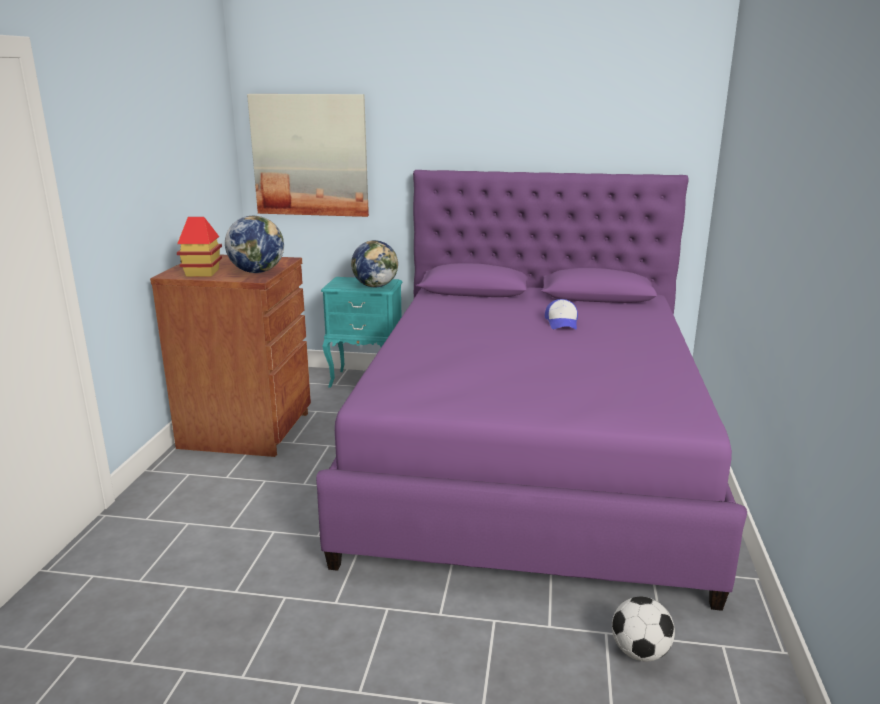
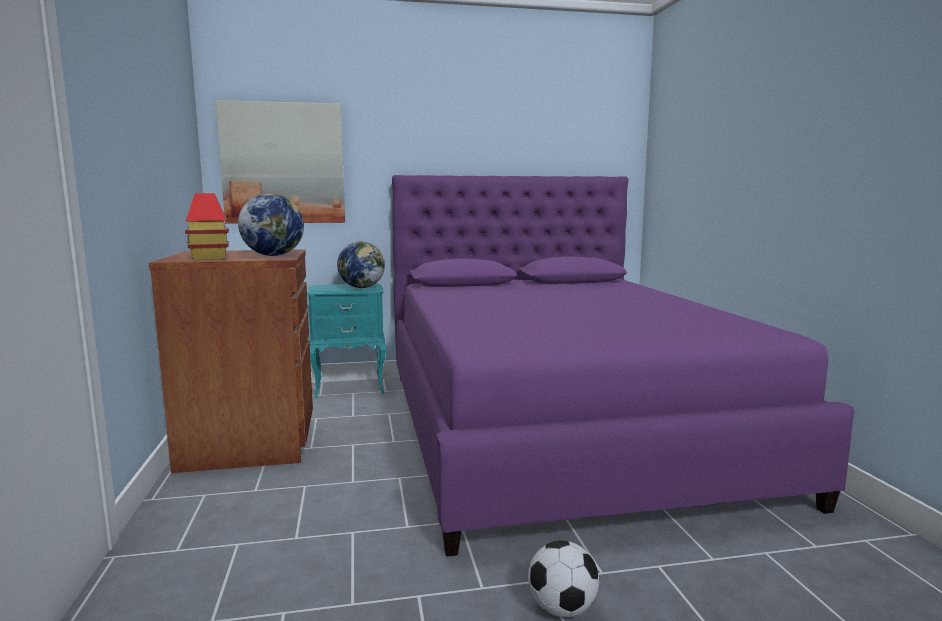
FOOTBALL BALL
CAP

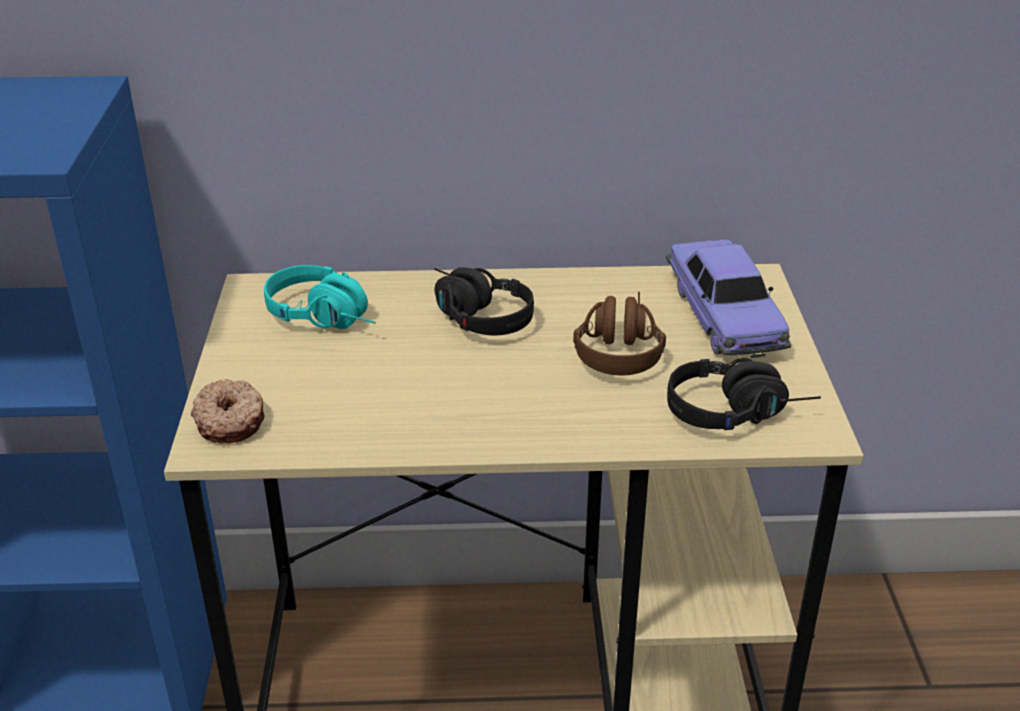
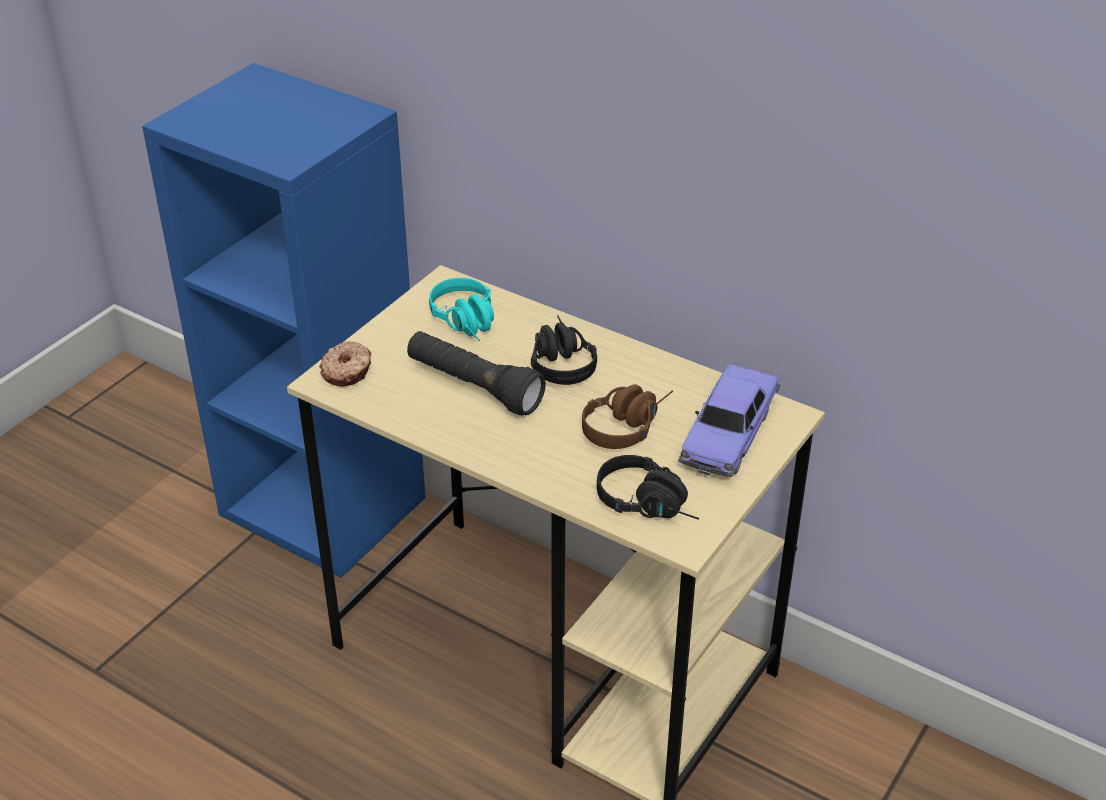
BLACK-COLOURED FLASHLIGHT

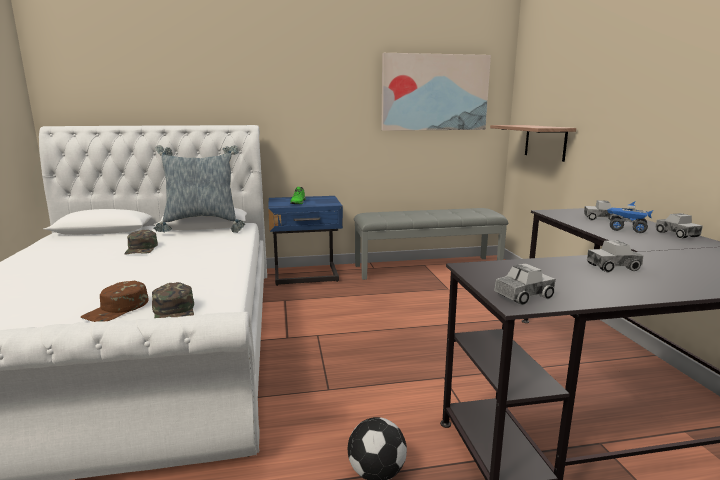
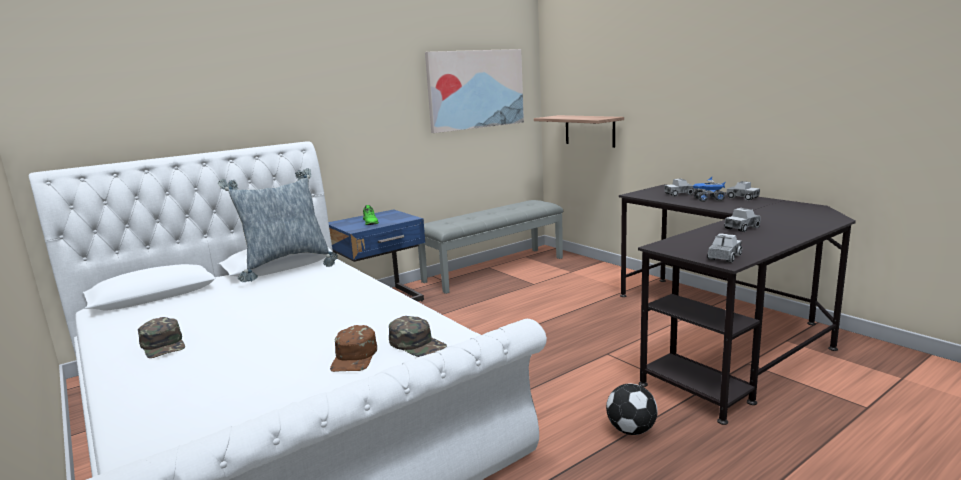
GREENISH CAP (1st from left)

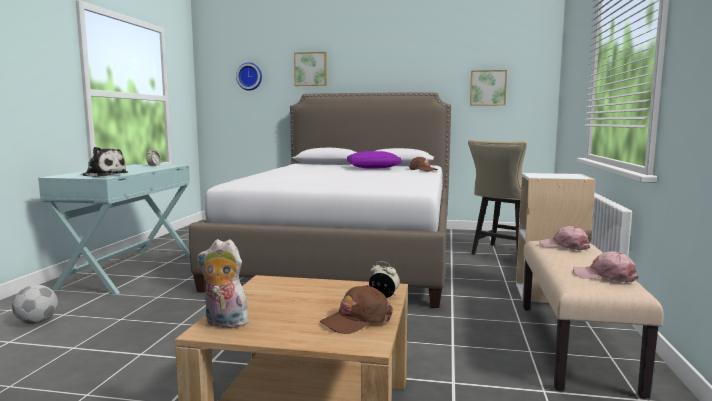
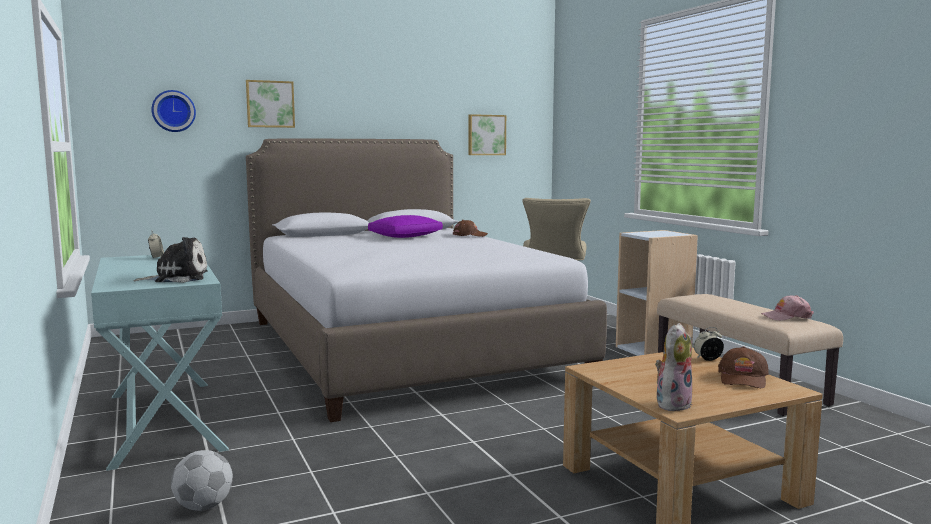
PLUSH TOY (2nd from left)
PINKISH CAP (1st from left in the first image)

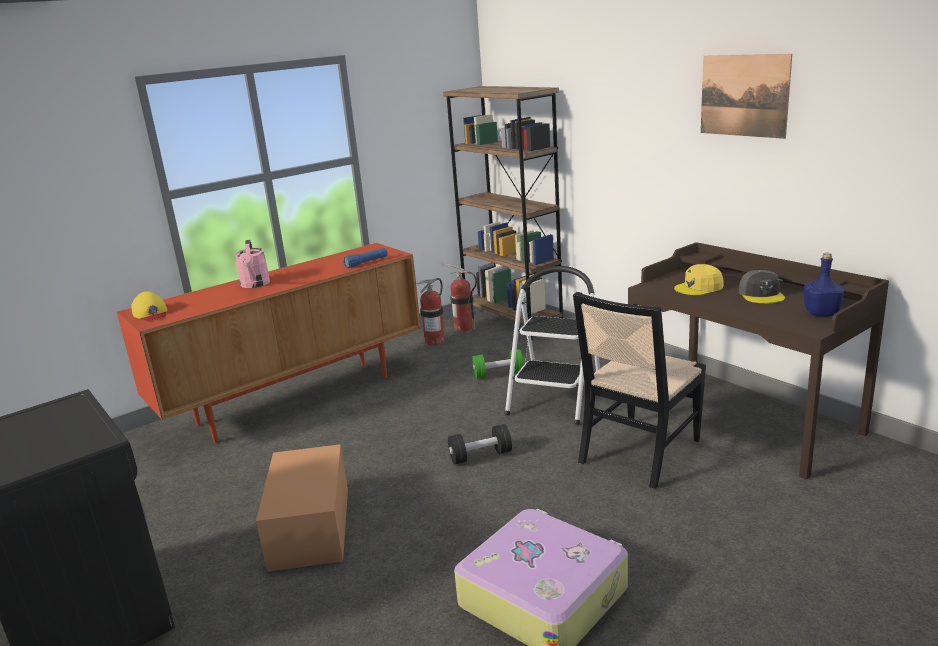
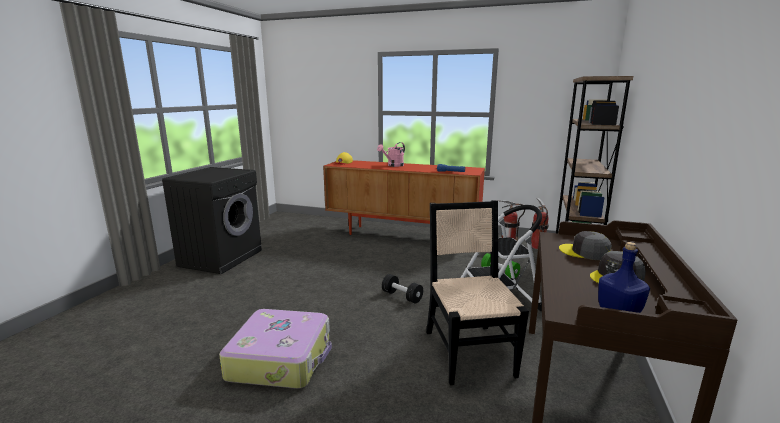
PLAIN CHAIR
GREYISH CAP (1st from left)
CARTON
WALL PICTURE

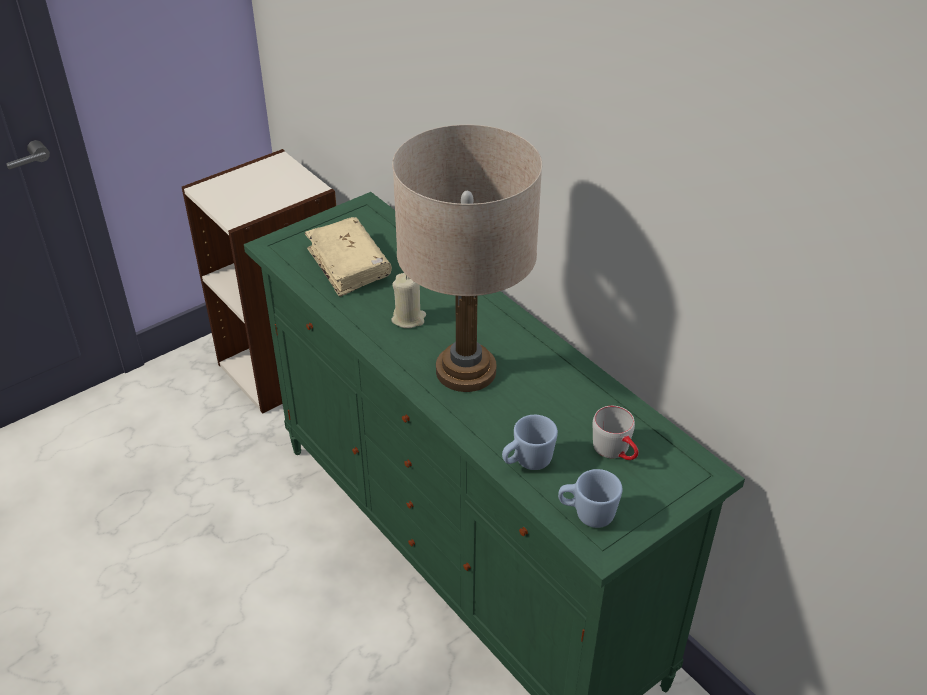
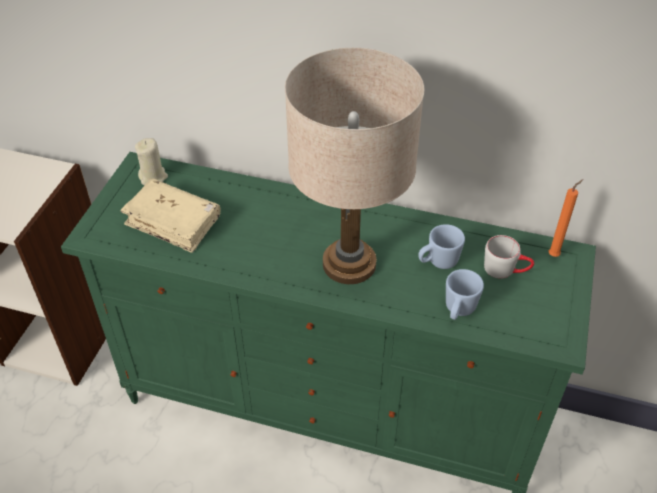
SAND-COLOURED WAX CANDLE
BLUE-COLOURED MUG (1st from left)
ORANGEY WAX CANDLE

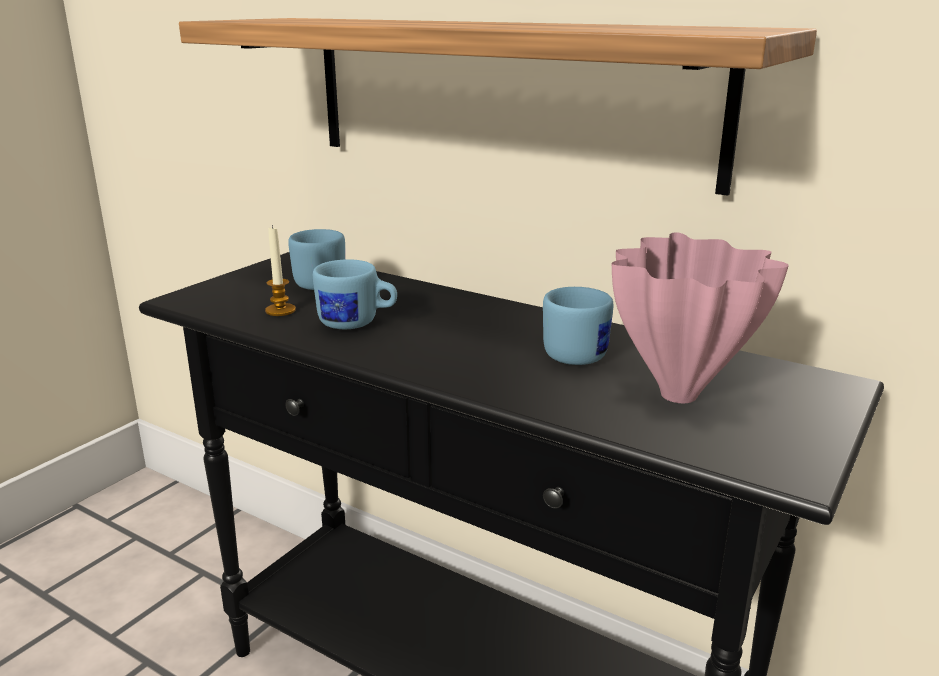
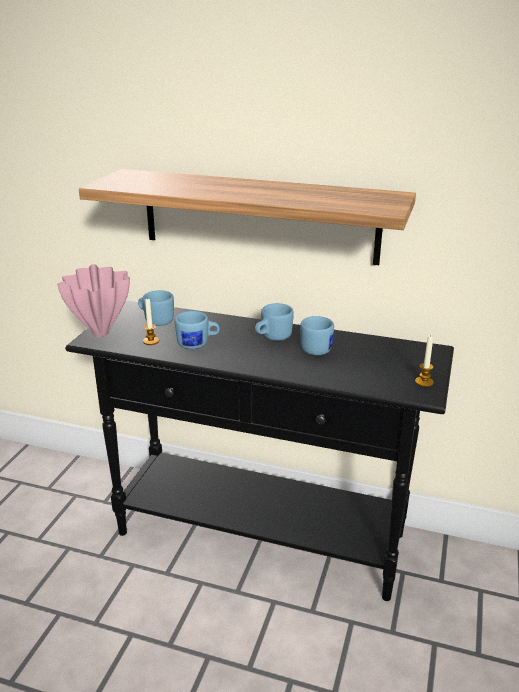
PINKISH DECORATIVE VASE
BLUE-COLOURED MUG (3rd from left)
WAX CANDLE (2nd from left)

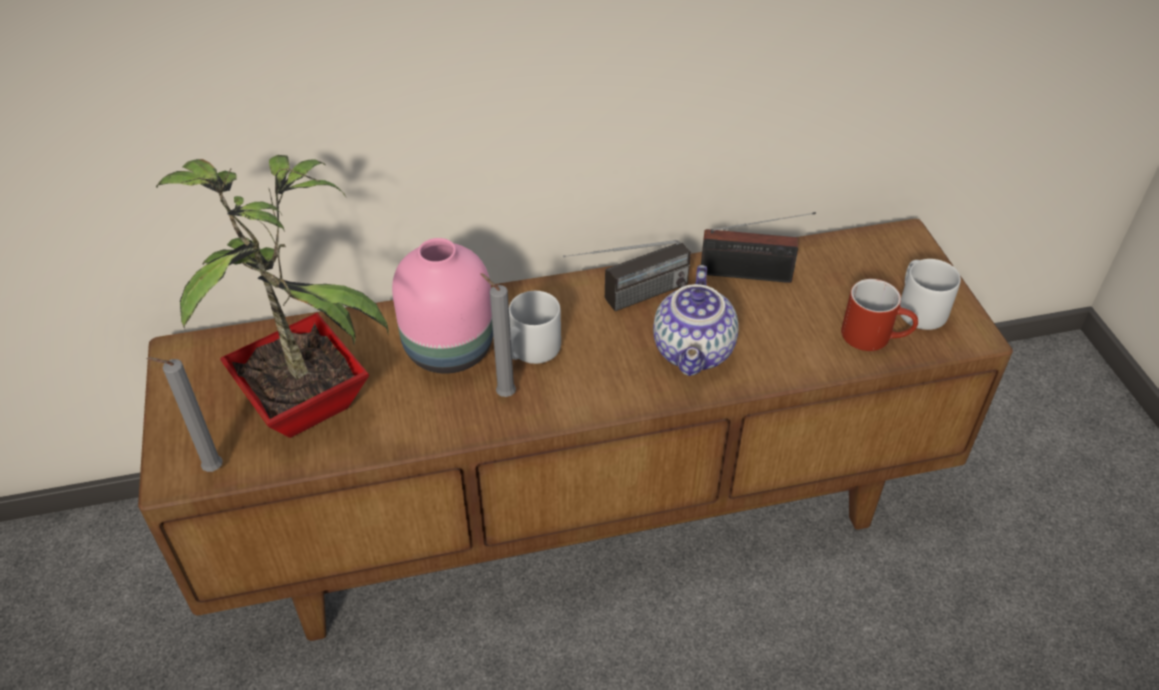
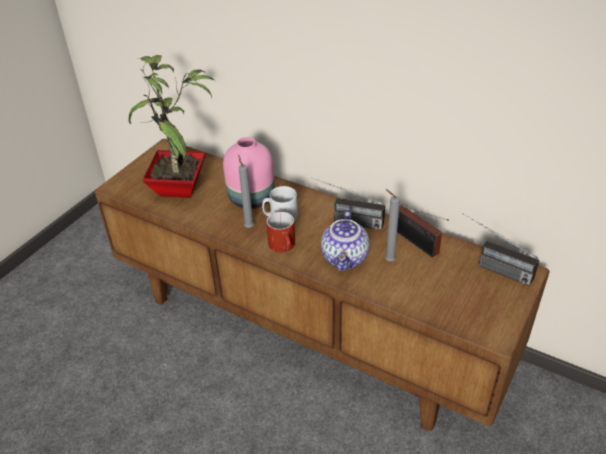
RED-COLOURED MUG
TEAPOT
GREYISH WAX CANDLE (2nd from left)
RADIO RECEIVER (3rd from left)
GREYISH MUG (2nd from left in the first image)

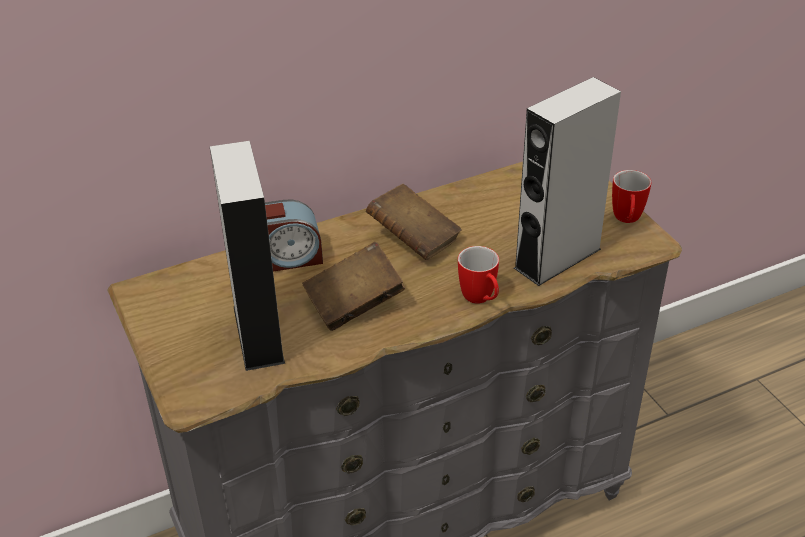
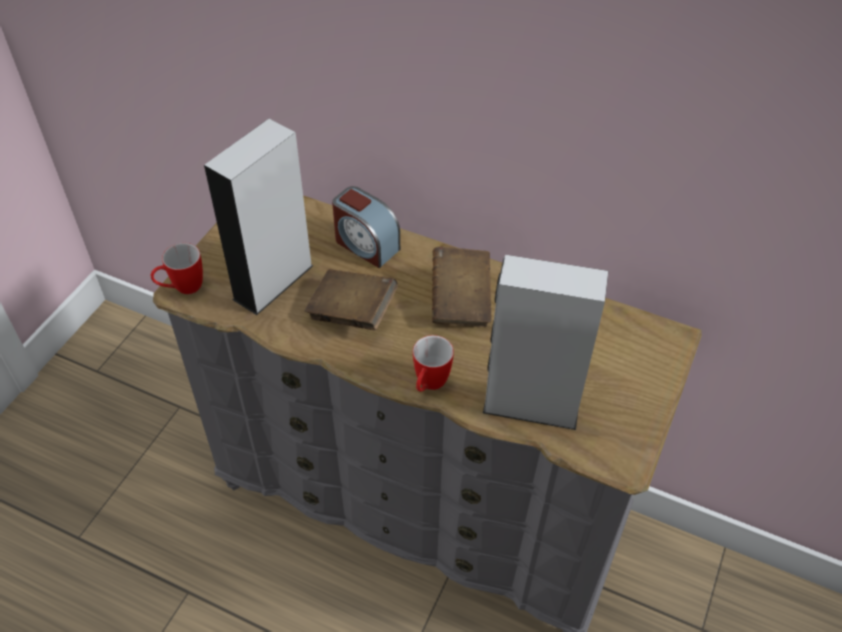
MUG (1st from left)

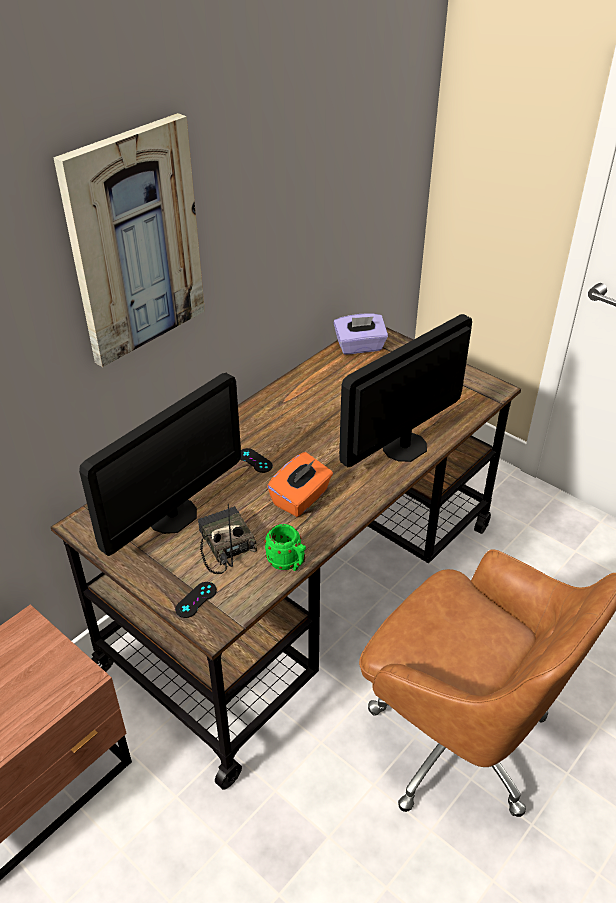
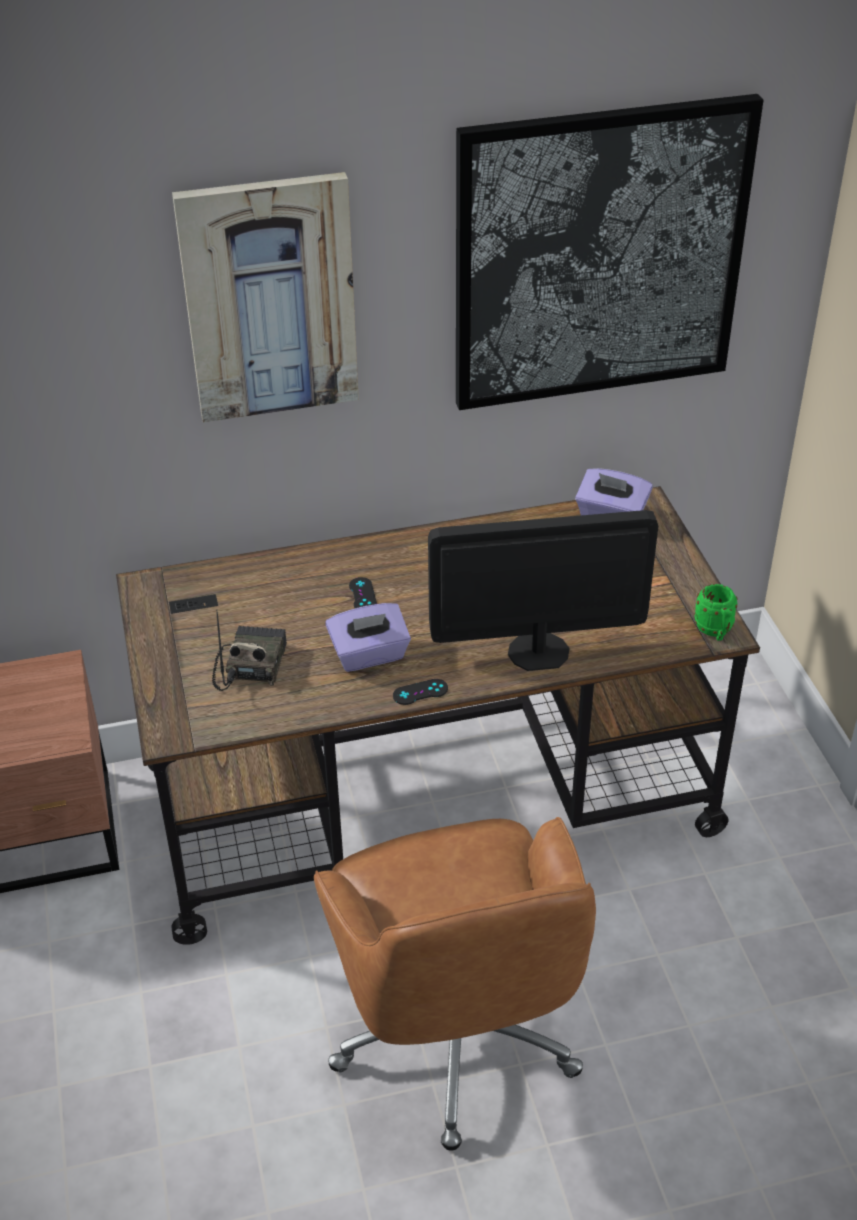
PURPLE-COLOURED TISSUE HOLDER (1st from left)
BLACK-COLOURED JOYPAD (2nd from left)
WALL PICTURE (2nd from left)
GREENISH MUG
COMPUTER SCREEN (1st from left in the first image)

